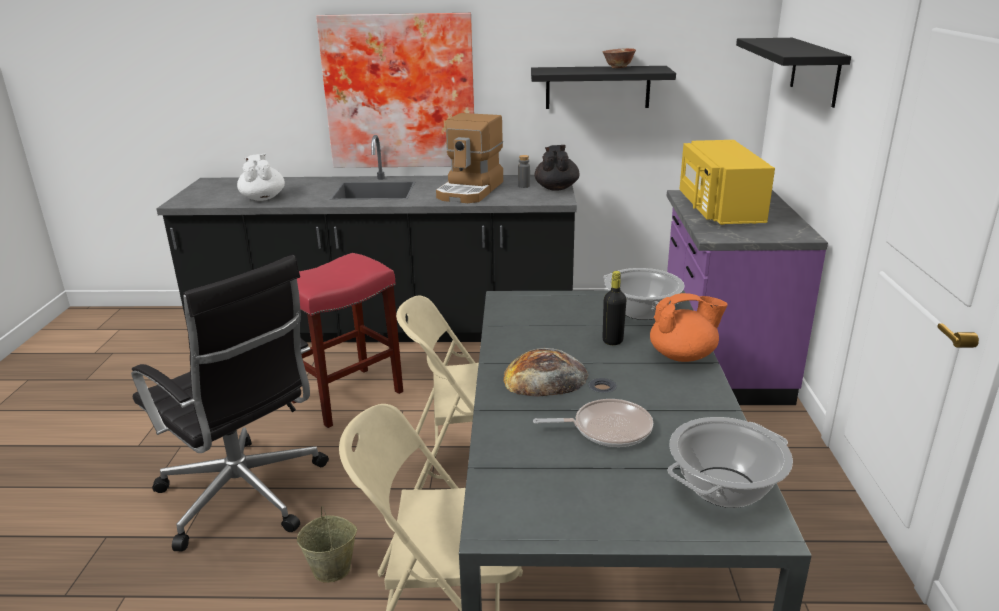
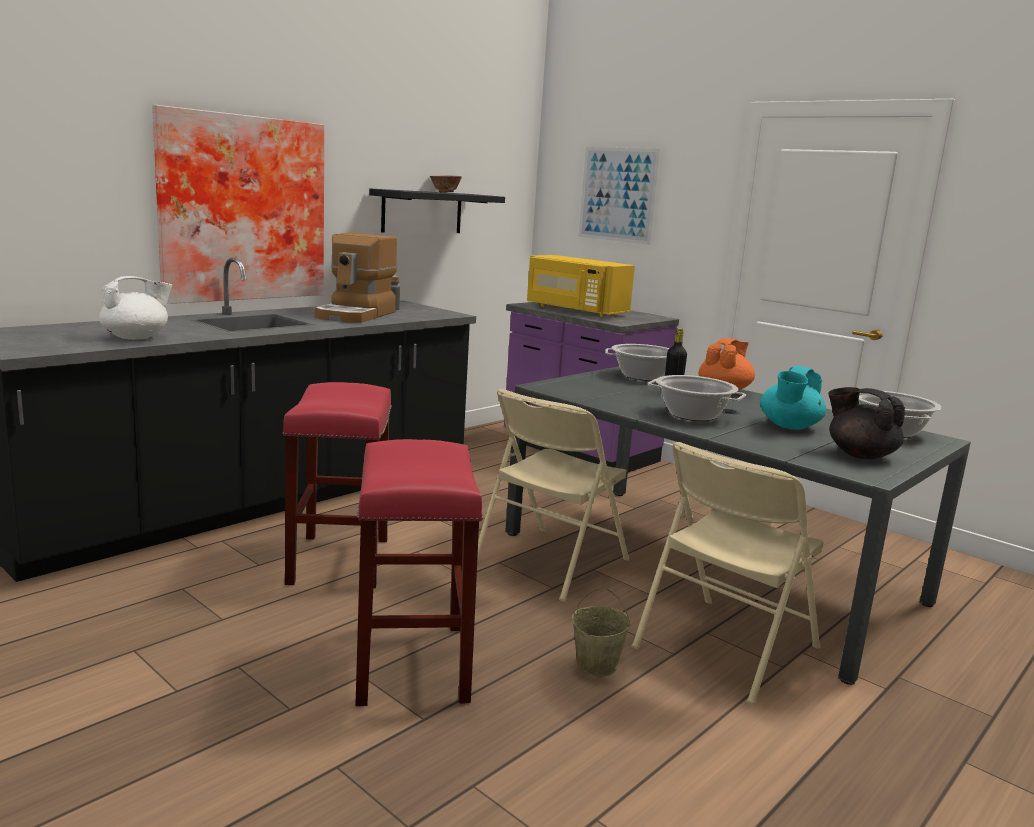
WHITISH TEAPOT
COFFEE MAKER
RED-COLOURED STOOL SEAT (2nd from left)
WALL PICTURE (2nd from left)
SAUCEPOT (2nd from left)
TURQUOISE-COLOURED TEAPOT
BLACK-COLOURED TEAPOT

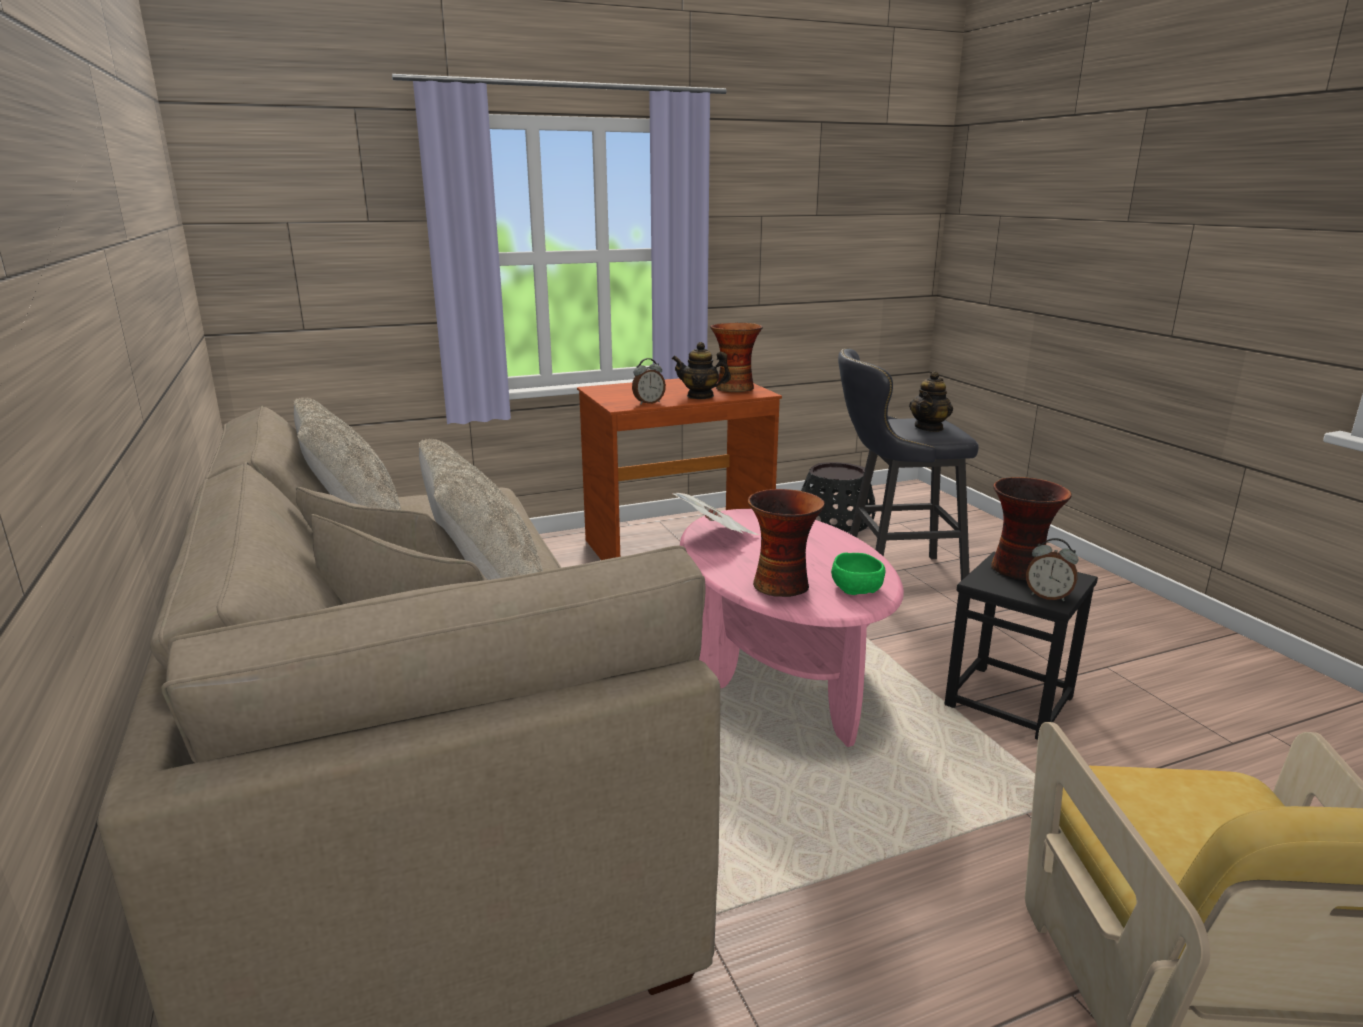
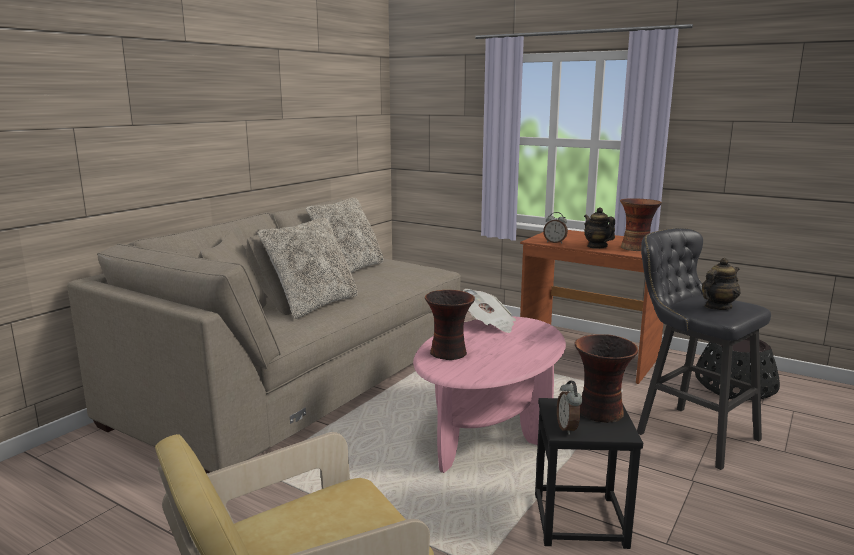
TEAPOT (2nd from left)
GREENISH BOWL

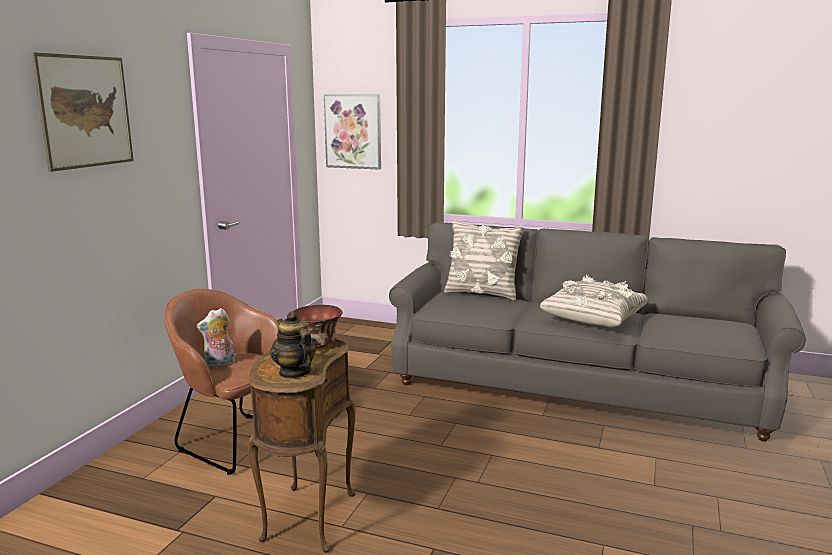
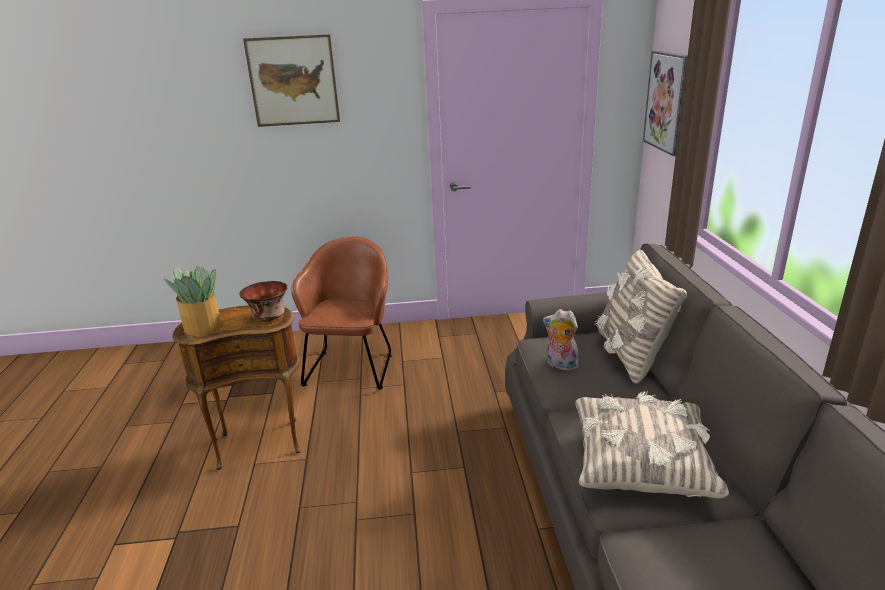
HOUSEPLANT
PLUSH TOY

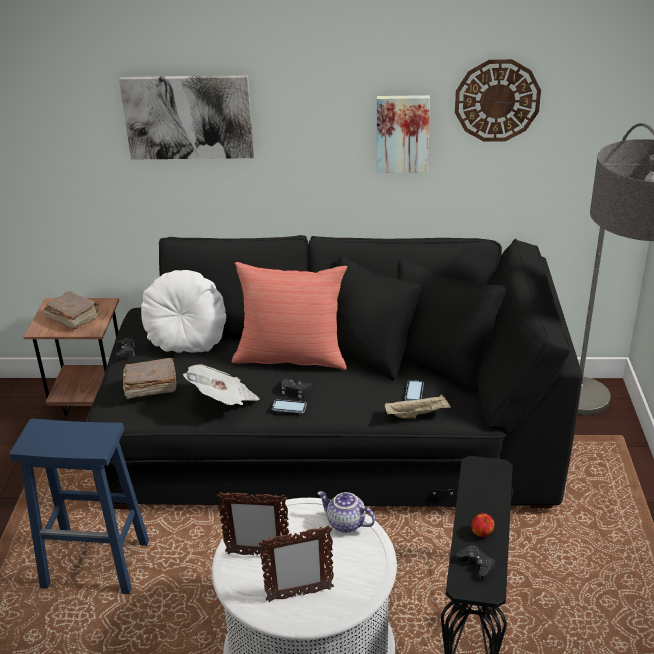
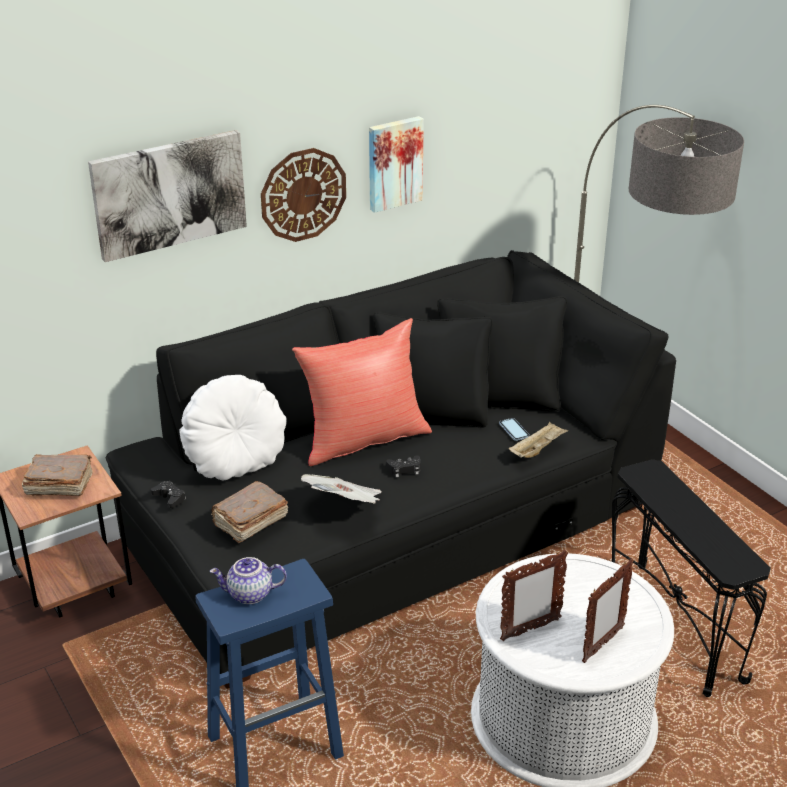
TEAPOT
WALL CLOCK
TELEPHONE (1st from left in the first image)
BLACK-COLOURED JOYPAD (3rd from left in the first image)
WHOLE APPLE

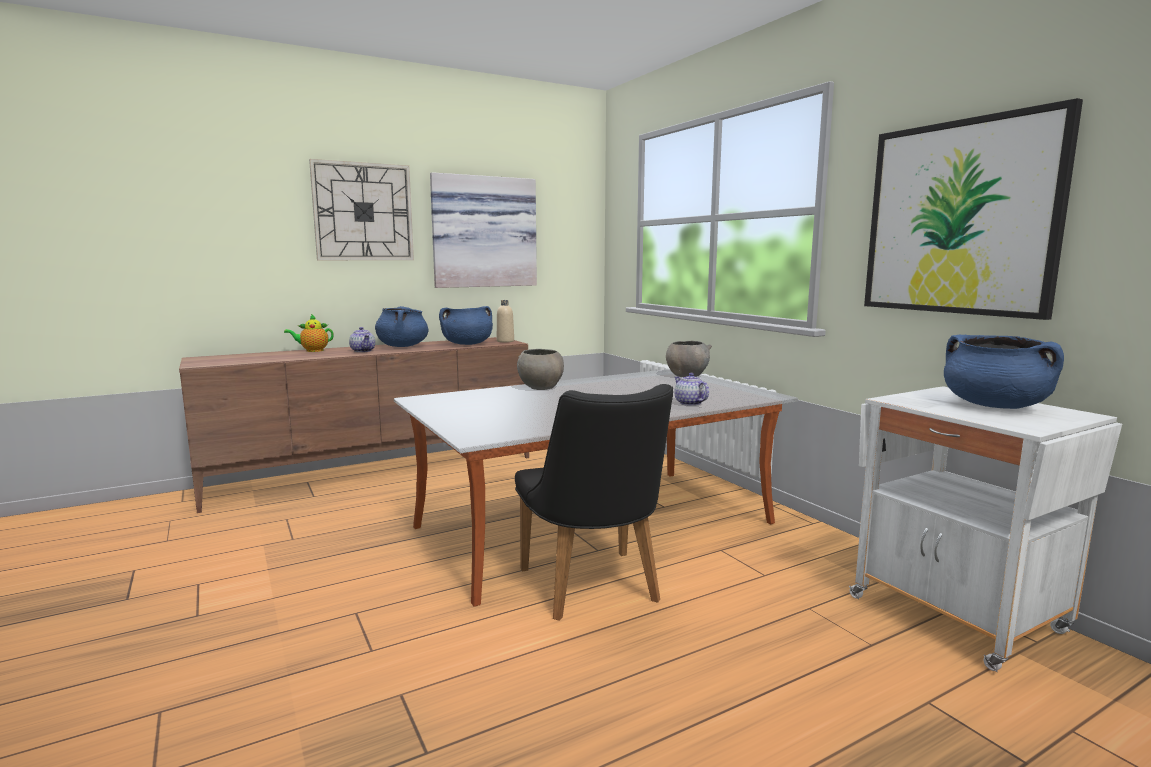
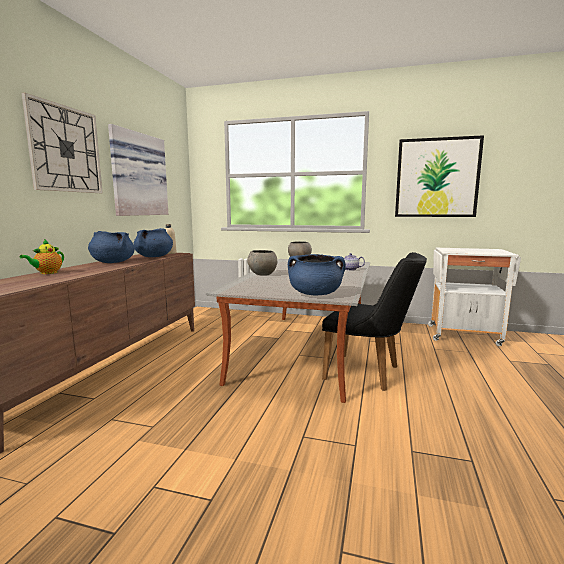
BLUE-COLOURED SAUCEPOT (3rd from left)
TEAPOT (2nd from left in the first image)

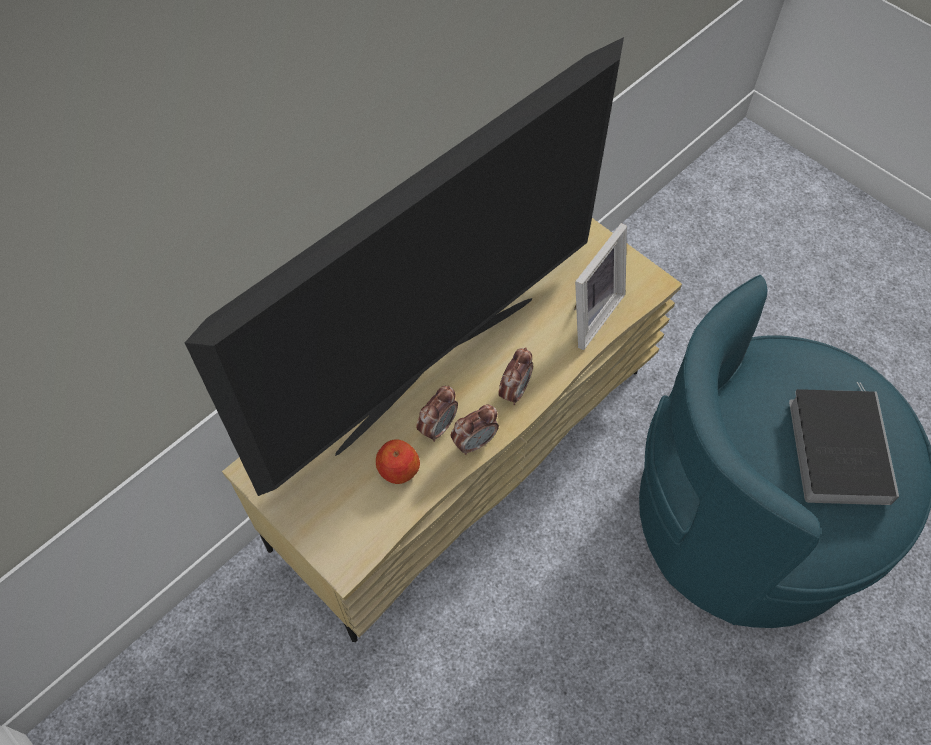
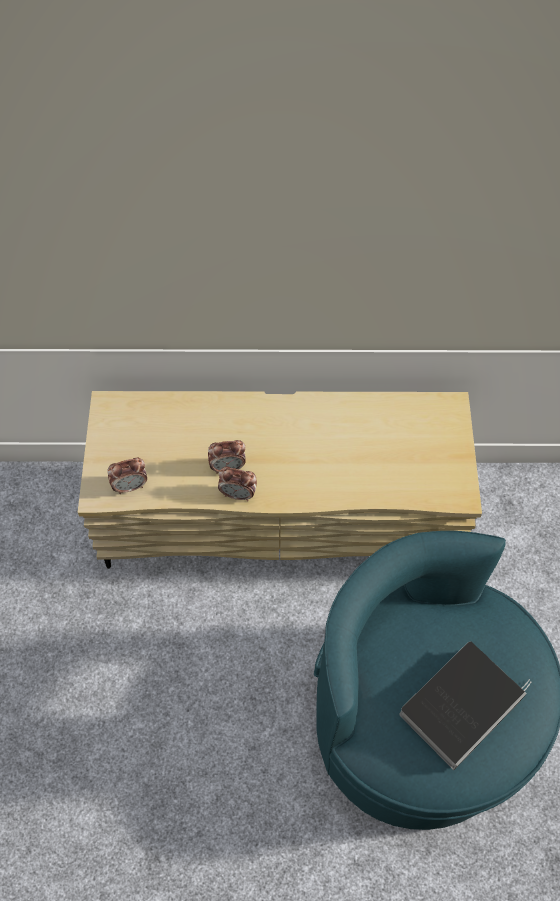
BEDSIDE CLOCK (1st from left)
TV SET
WHOLE APPLE
STANDING FRAME

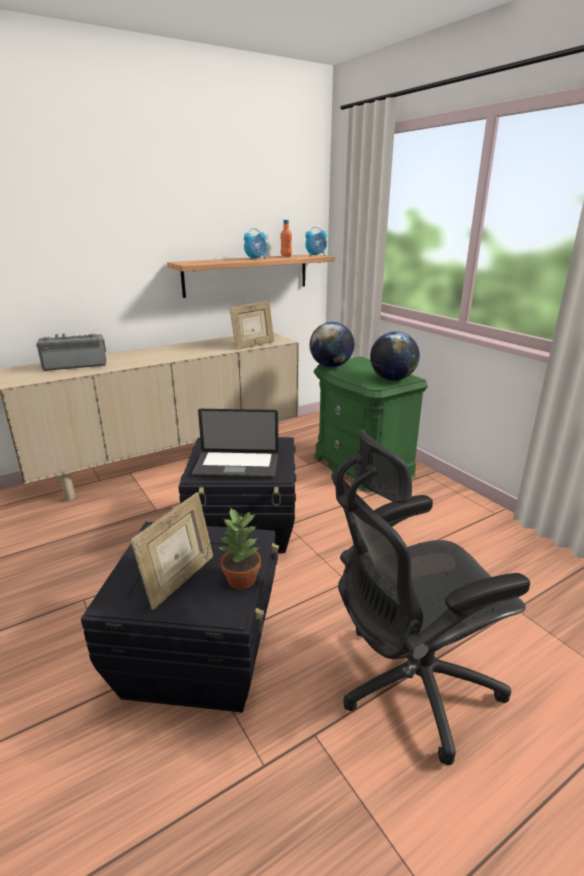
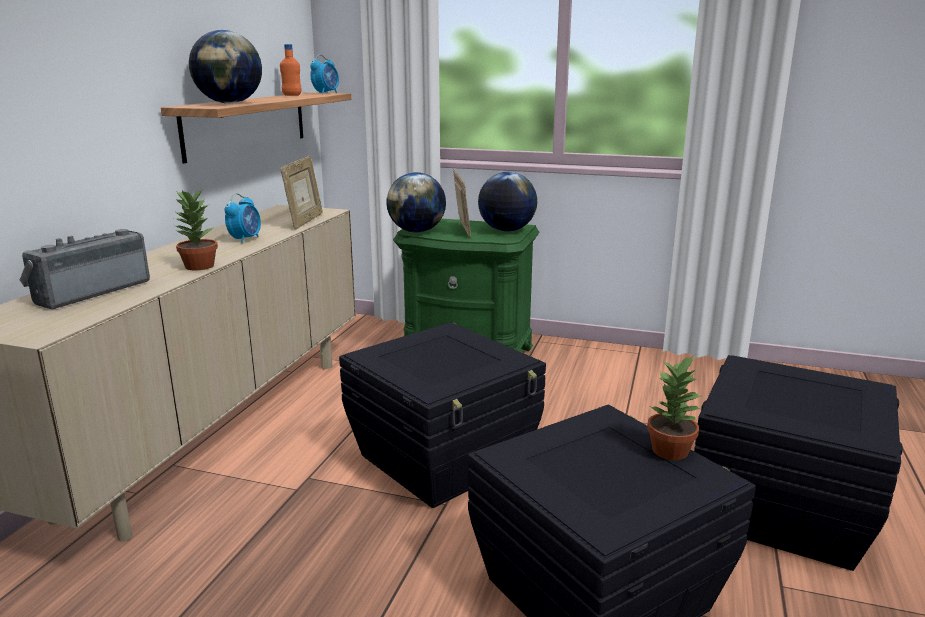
HOUSEPLANT (1st from left)
GLOBE (1st from left)
BEDSIDE CLOCK (1st from left)
STANDING FRAME (2nd from left)
BLACK-COLOURED STORAGE CONTAINER (3rd from left)
NOTEBOOK COMPUTER

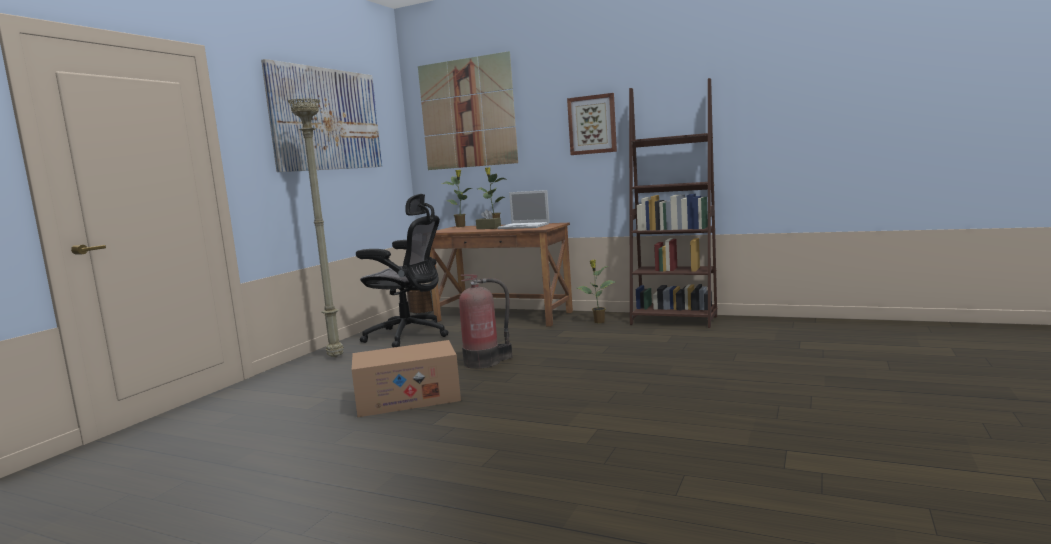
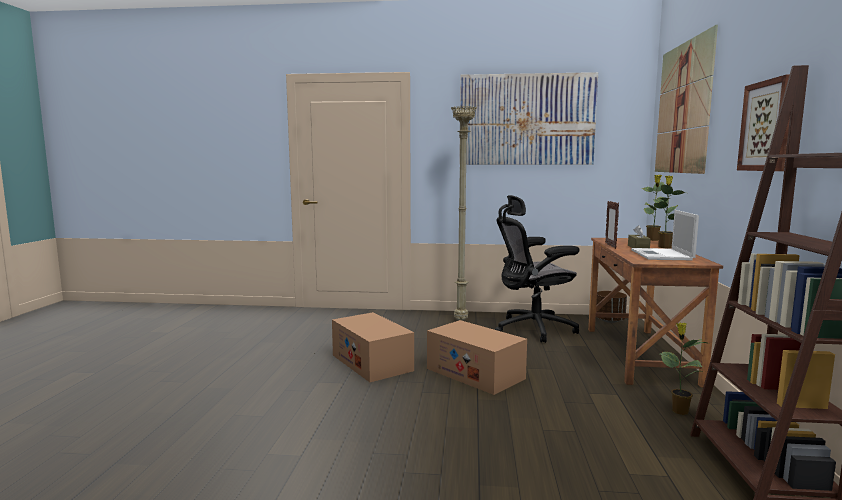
CARTON (2nd from left)
DESK CHAIR
STANDING FRAME

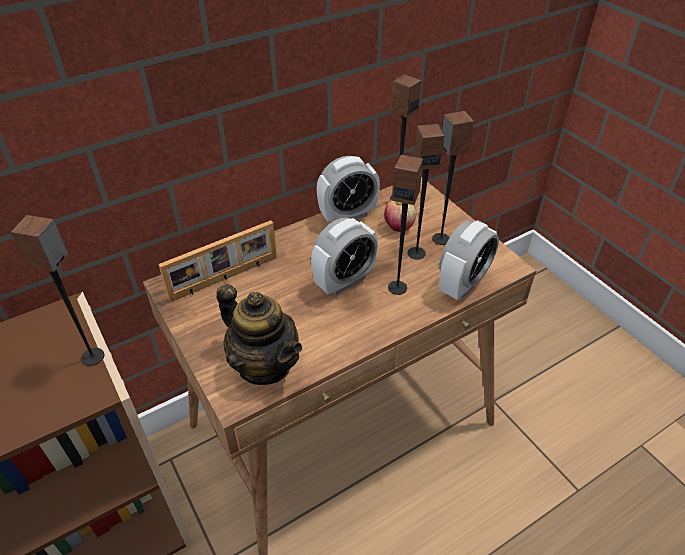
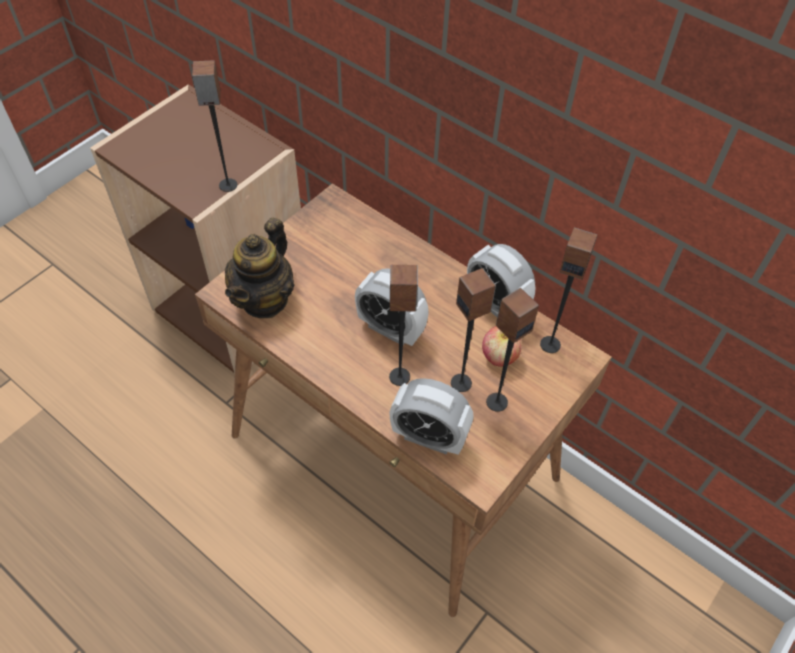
STANDING FRAME

